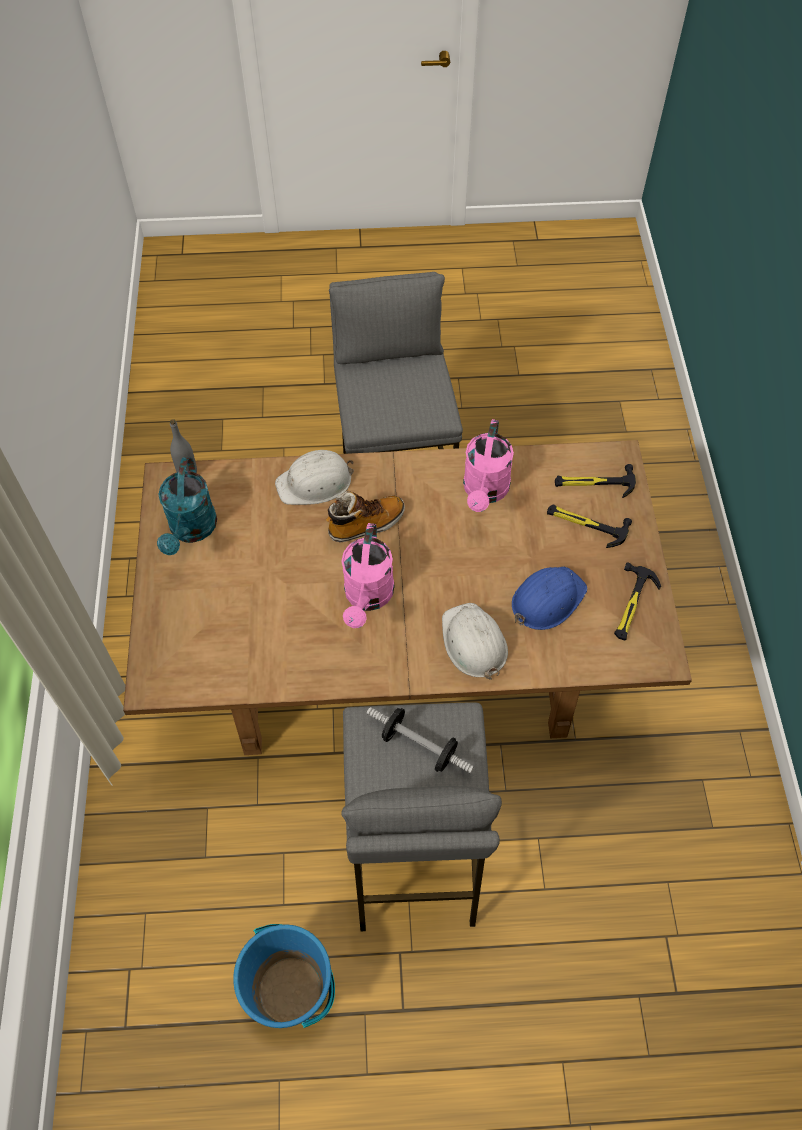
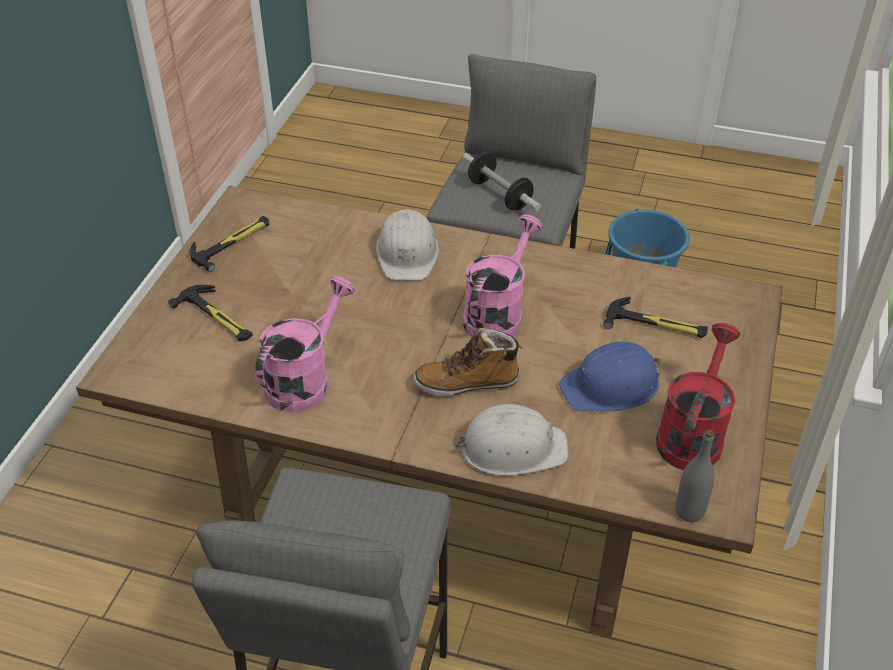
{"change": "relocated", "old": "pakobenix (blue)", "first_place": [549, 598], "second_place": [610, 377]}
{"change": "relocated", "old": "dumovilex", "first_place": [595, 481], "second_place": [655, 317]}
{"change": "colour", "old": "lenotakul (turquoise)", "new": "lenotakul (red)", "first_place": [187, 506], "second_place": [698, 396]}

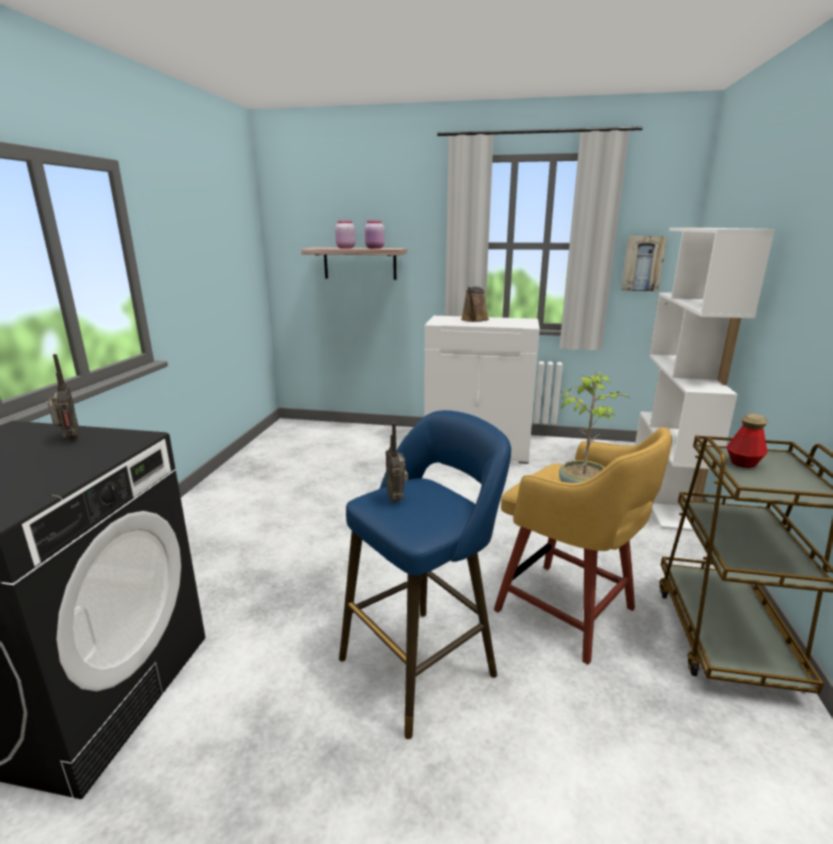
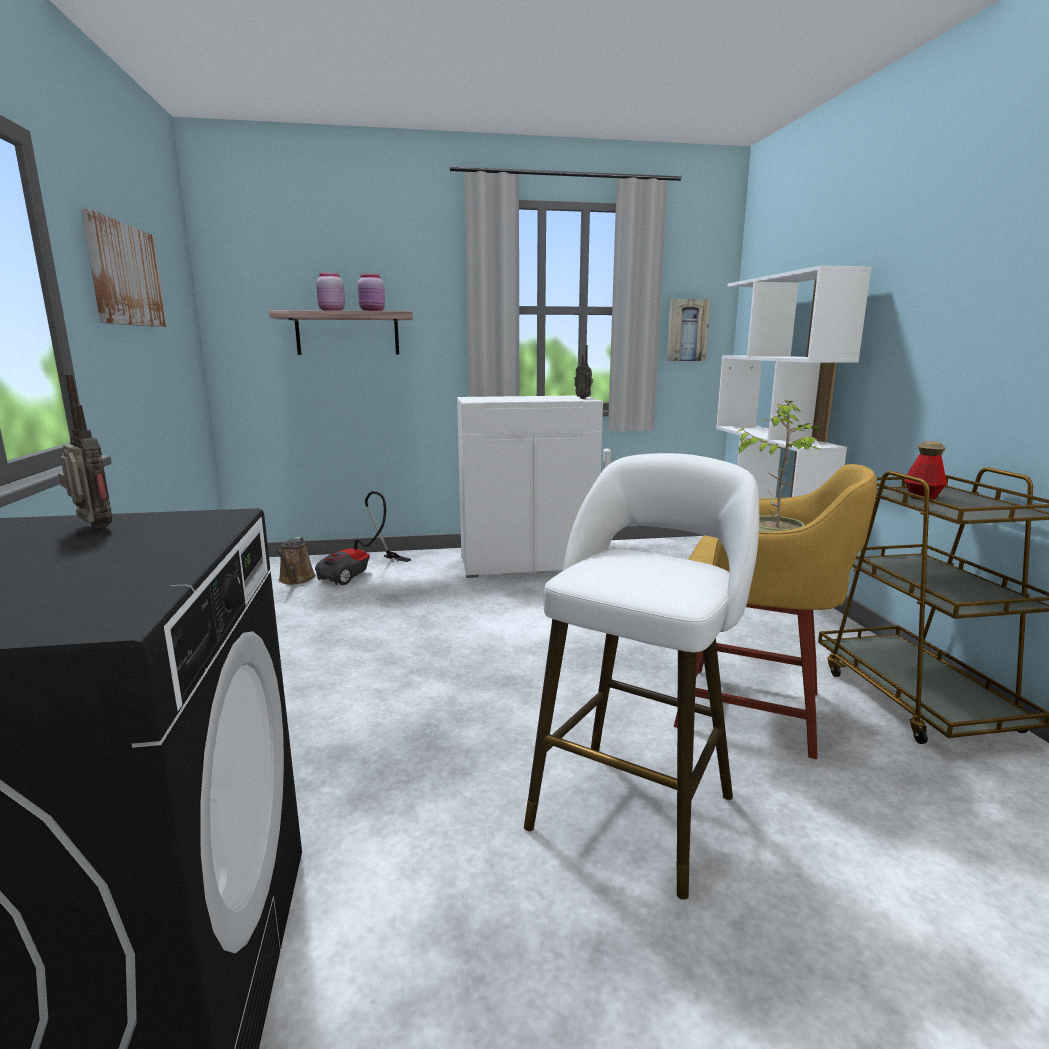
{"change": "appeared", "new": "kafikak", "second_place": [124, 268]}
{"change": "relocated", "old": "lenotakul (brown)", "first_place": [475, 304], "second_place": [296, 560]}
{"change": "appeared", "new": "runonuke", "second_place": [363, 538]}
{"change": "colour", "old": "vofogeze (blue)", "new": "vofogeze (white)", "first_place": [425, 574], "second_place": [641, 676]}
{"change": "relocated", "old": "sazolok", "first_place": [397, 462], "second_place": [583, 372]}

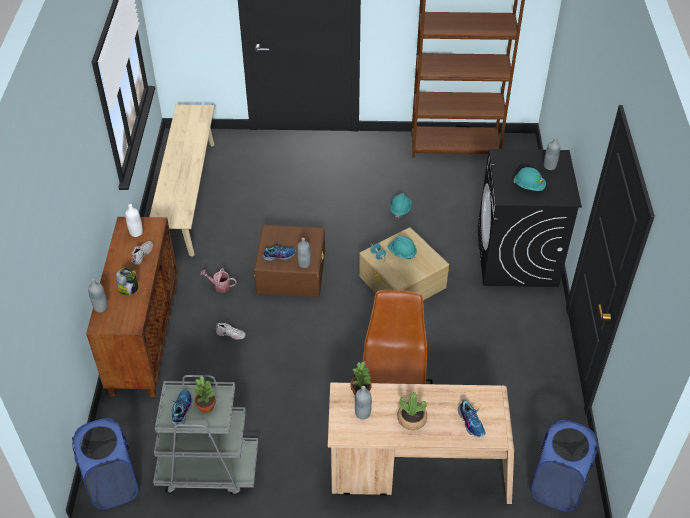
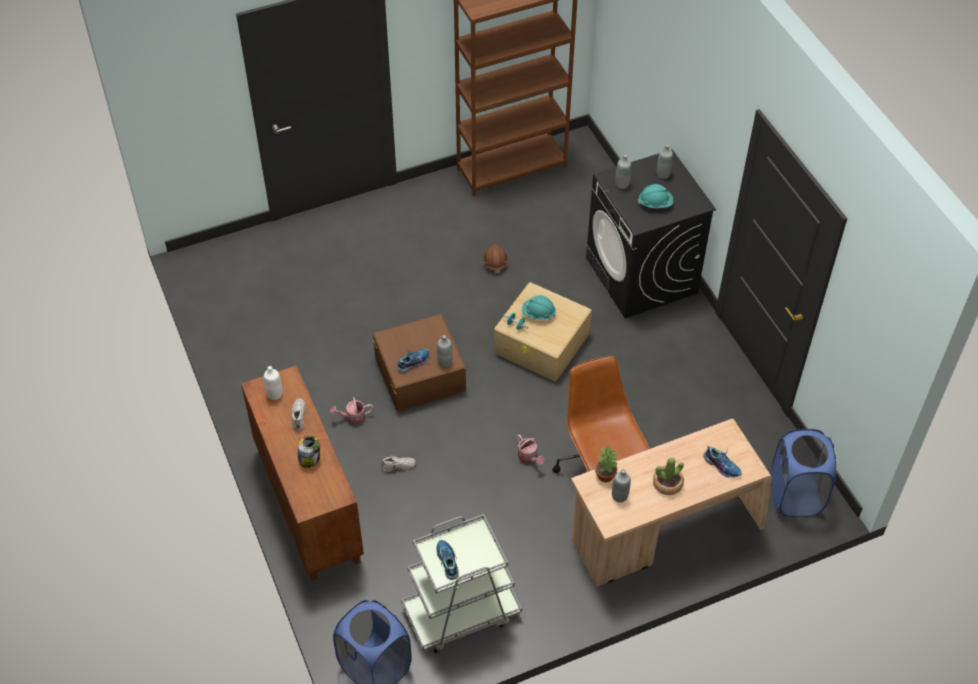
{"change": "colour", "old": "pakobenix (turquoise)", "new": "pakobenix (brown)", "first_place": [401, 206], "second_place": [495, 259]}
{"change": "appeared", "new": "lenotakul", "second_place": [530, 450]}
{"change": "relocated", "old": "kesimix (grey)", "first_place": [98, 295], "second_place": [623, 171]}
{"change": "missing", "old": "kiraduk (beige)", "first_place": [181, 181]}
{"change": "missing", "old": "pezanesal", "first_place": [204, 394]}

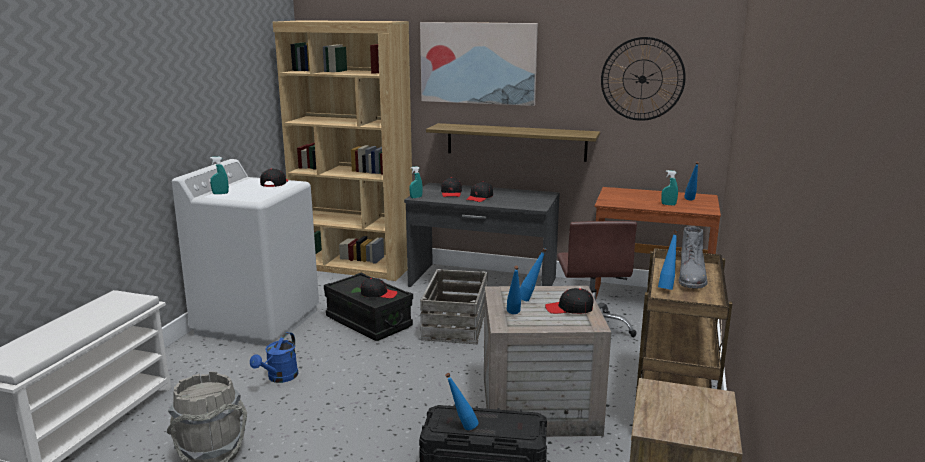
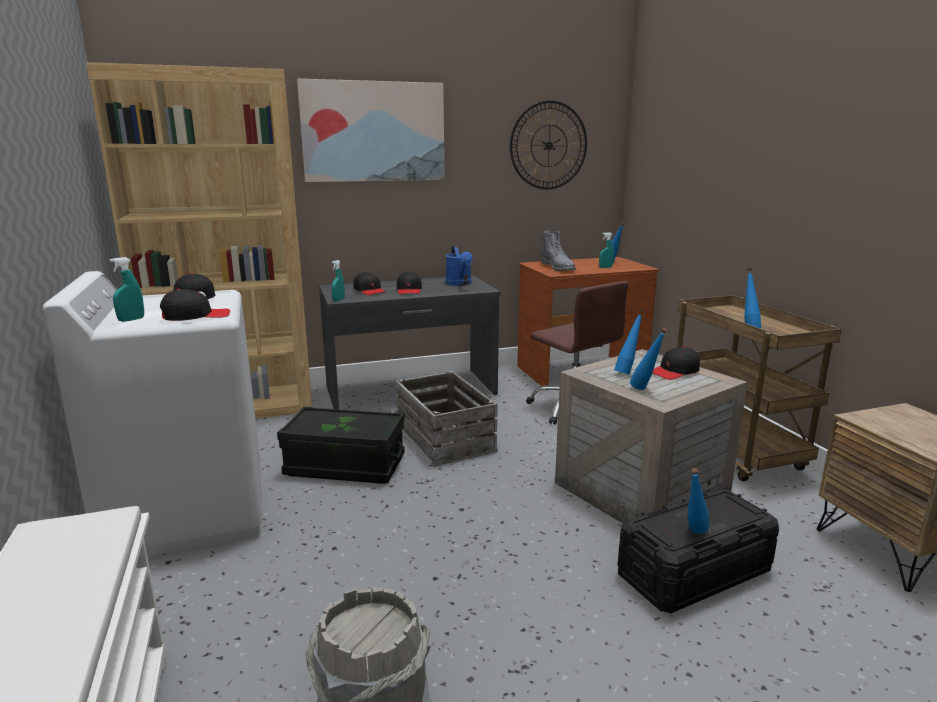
{"change": "relocated", "old": "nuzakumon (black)", "first_place": [379, 288], "second_place": [195, 305]}
{"change": "relocated", "old": "lenotakul (blue)", "first_place": [274, 357], "second_place": [459, 266]}
{"change": "relocated", "old": "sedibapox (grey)", "first_place": [693, 257], "second_place": [558, 251]}
{"change": "missing", "old": "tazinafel", "first_place": [513, 142]}

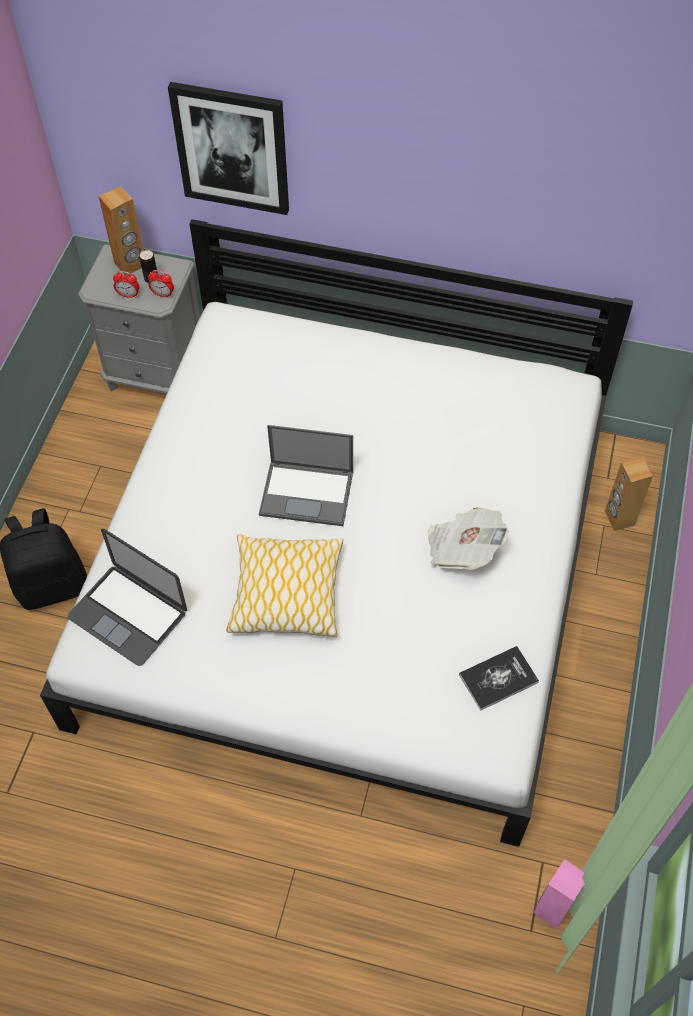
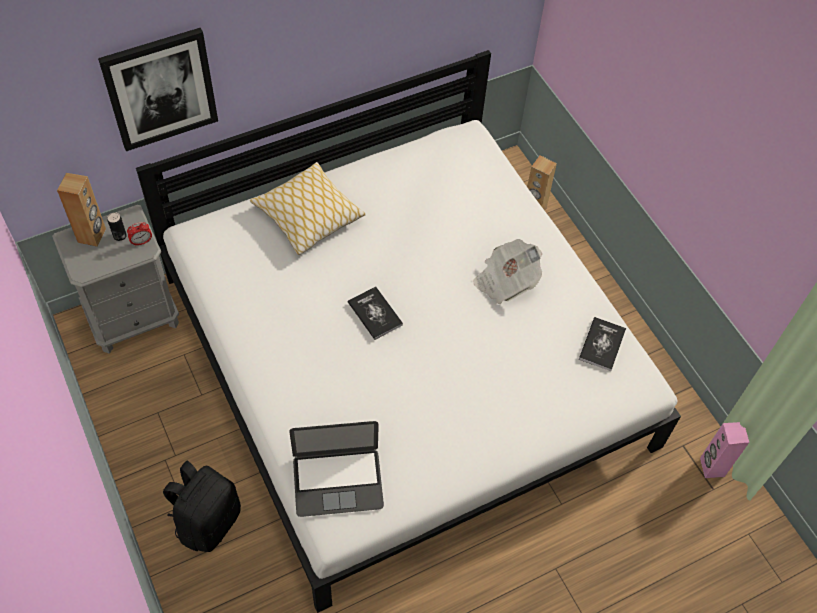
{"change": "relocated", "old": "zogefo", "first_place": [284, 586], "second_place": [308, 208]}
{"change": "exchanged", "old": "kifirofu", "new": "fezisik", "first_place": [306, 475], "second_place": [375, 313]}
{"change": "missing", "old": "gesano", "first_place": [126, 284]}

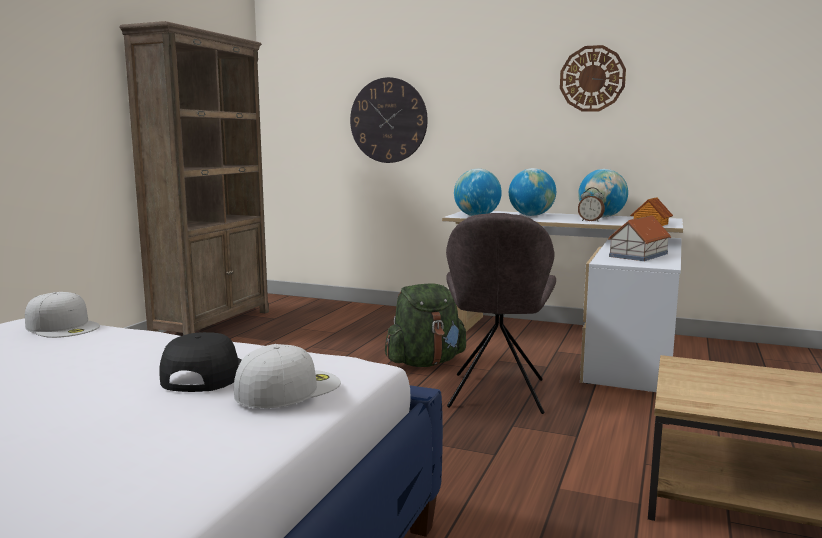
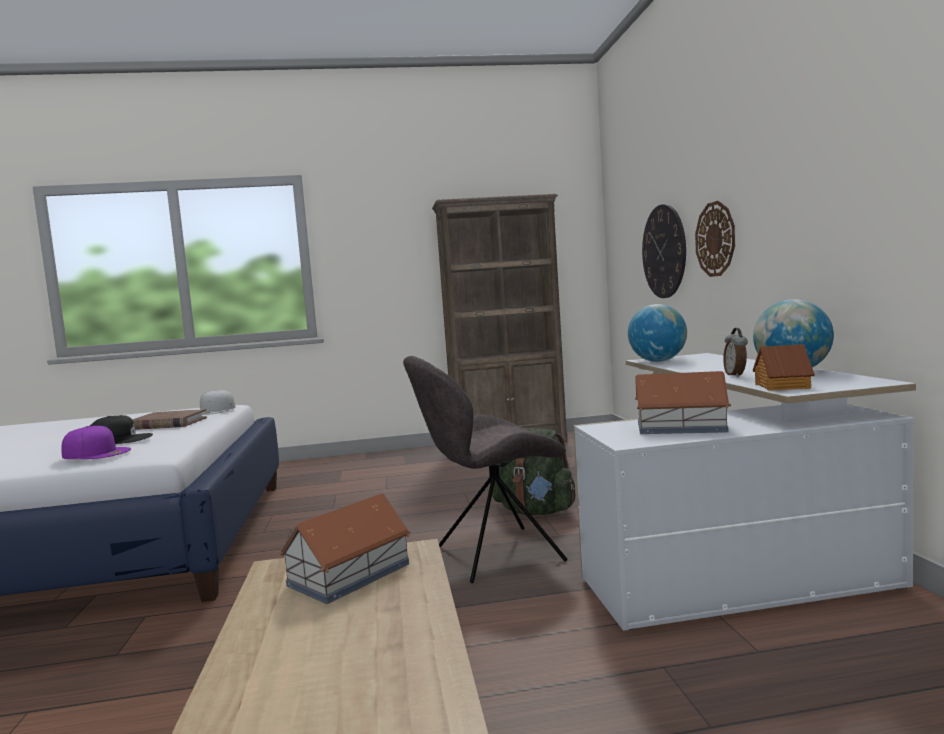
{"change": "colour", "old": "nuzakumon (white)", "new": "nuzakumon (purple)", "first_place": [287, 376], "second_place": [96, 442]}
{"change": "appeared", "new": "fezisik (brown)", "second_place": [169, 419]}
{"change": "appeared", "new": "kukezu", "second_place": [345, 549]}
{"change": "relocated", "old": "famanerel", "first_place": [593, 78], "second_place": [715, 239]}
{"change": "missing", "old": "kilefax", "first_place": [532, 192]}

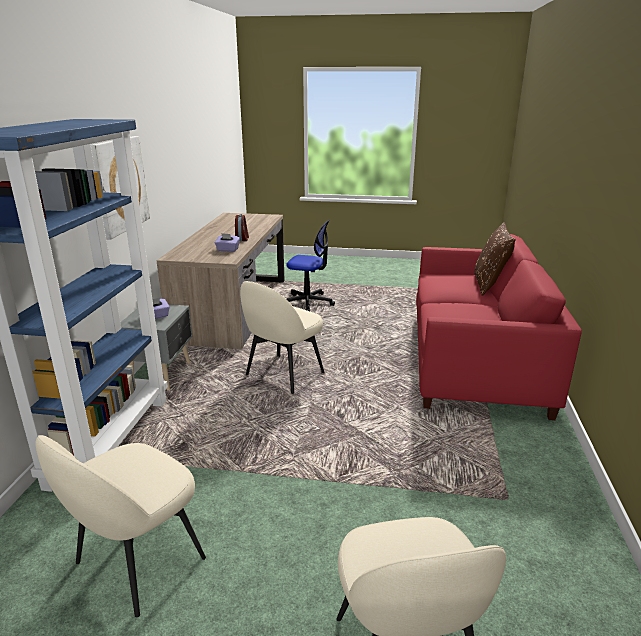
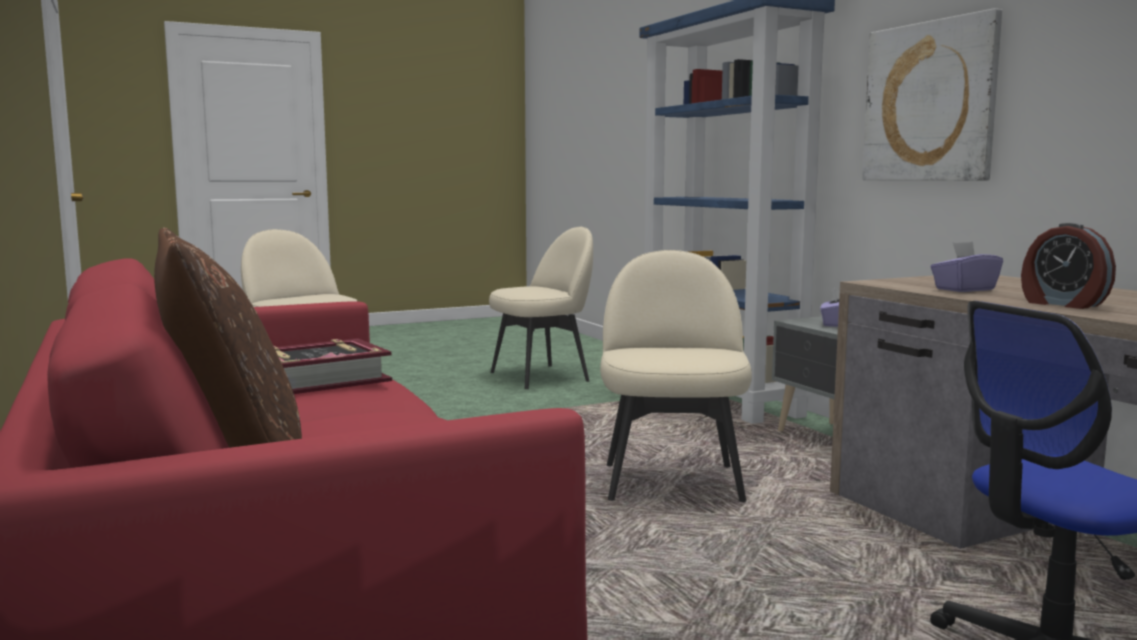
{"change": "appeared", "new": "fezisik", "second_place": [333, 366]}
{"change": "spun", "old": "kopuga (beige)", "first_place": [120, 526], "second_place": [541, 308], "degrees": 60}

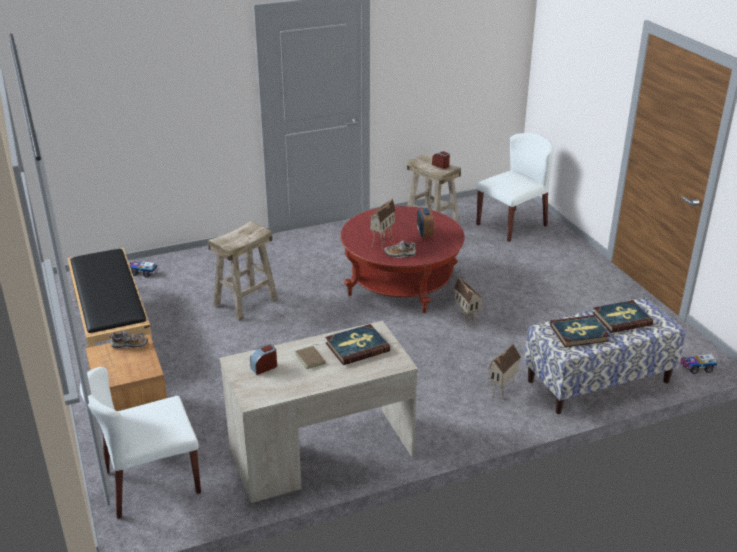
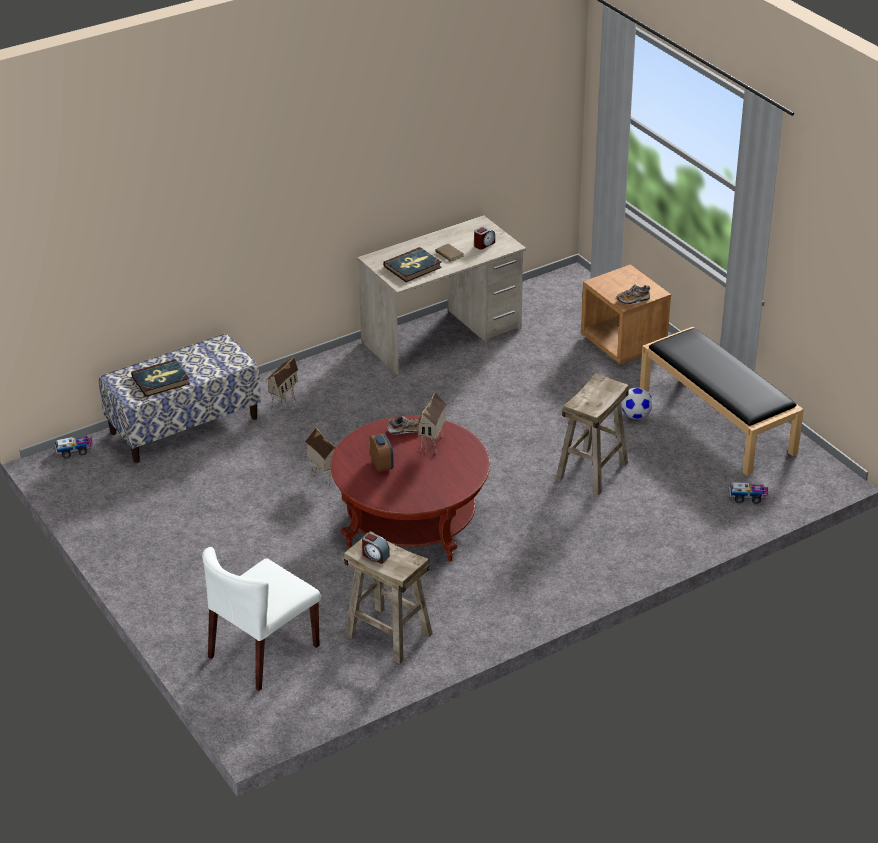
{"change": "appeared", "new": "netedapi", "second_place": [637, 403]}
{"change": "missing", "old": "kopuga (white)", "first_place": [140, 443]}
{"change": "missing", "old": "fezisik", "first_place": [579, 331]}

